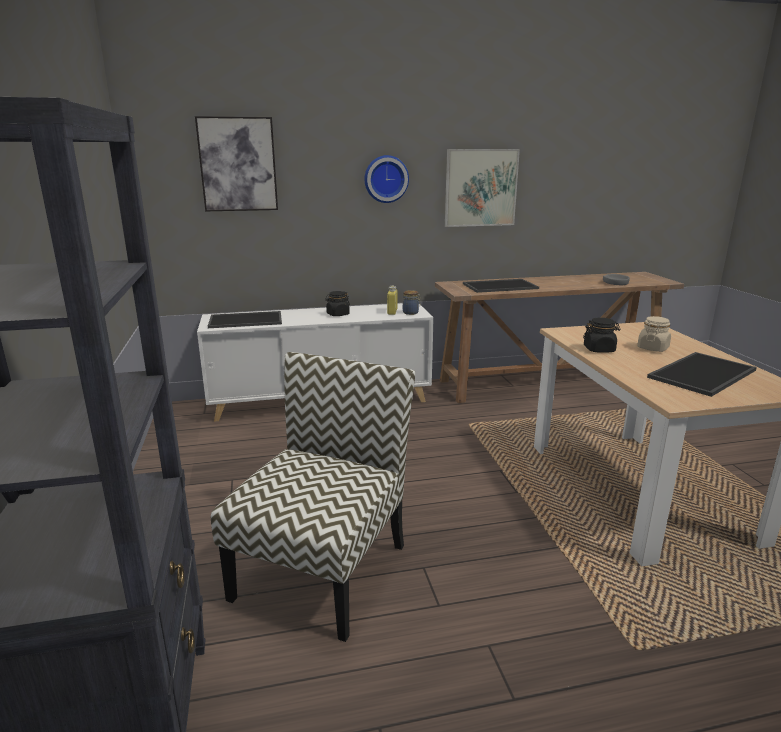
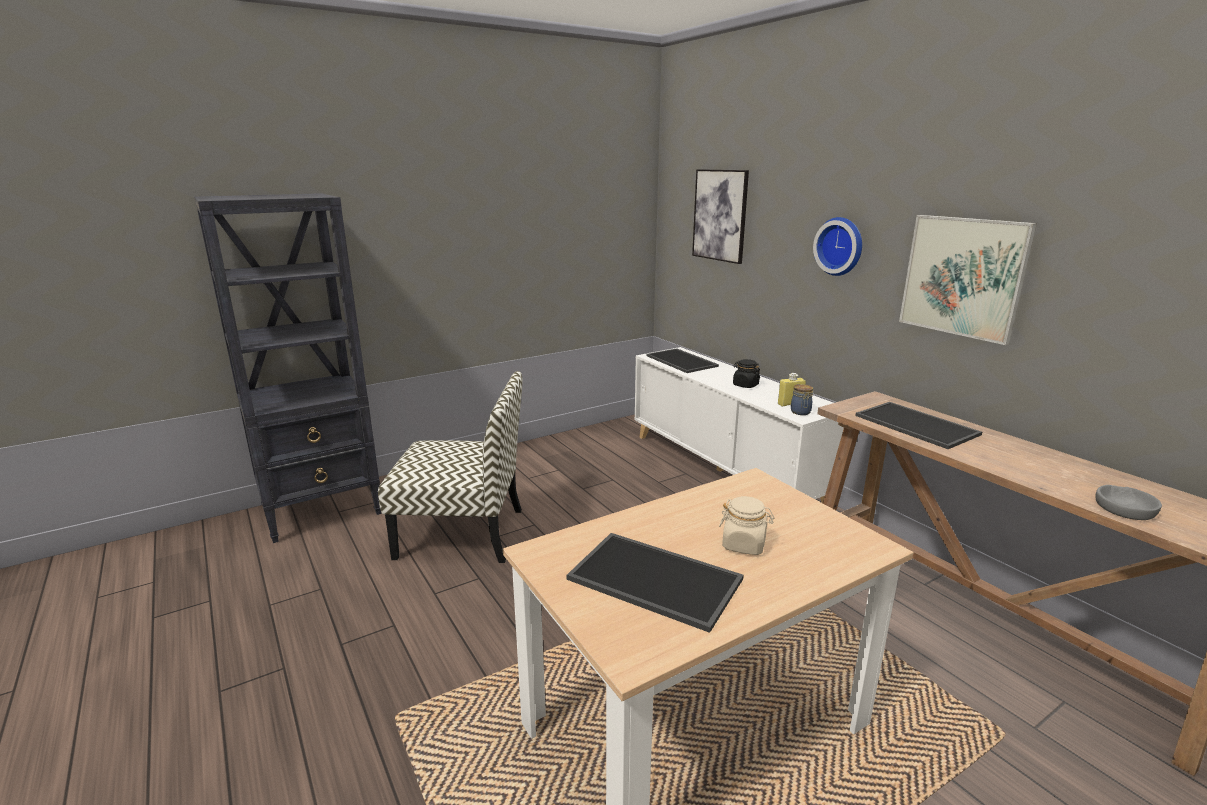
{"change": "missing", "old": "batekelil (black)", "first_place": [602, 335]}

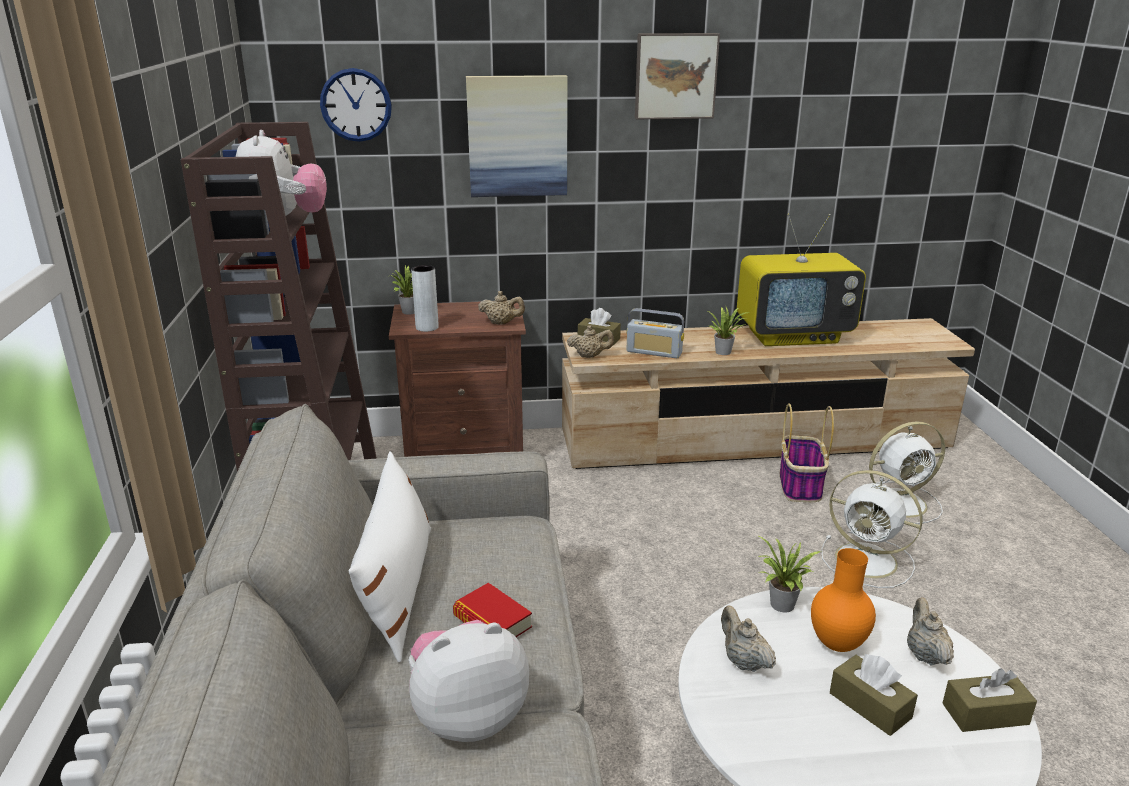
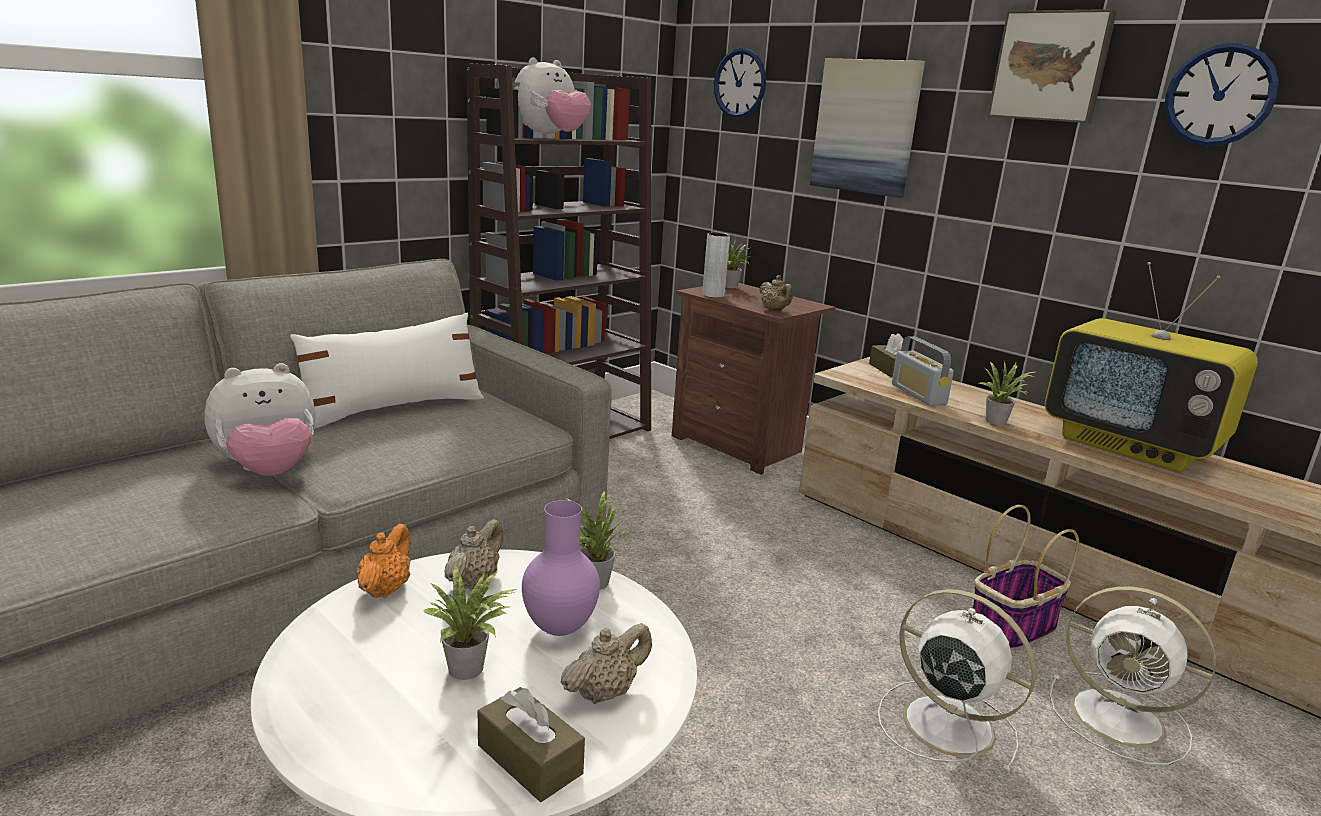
{"change": "spun", "old": "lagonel", "first_place": [469, 681], "second_place": [259, 419], "degrees": 120}
{"change": "appeared", "new": "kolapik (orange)", "second_place": [384, 561]}
{"change": "exchanged", "old": "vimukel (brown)", "new": "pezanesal", "first_place": [874, 695], "second_place": [470, 623]}
{"change": "colour", "old": "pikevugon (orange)", "new": "pikevugon (purple)", "first_place": [843, 600], "second_place": [561, 568]}
{"change": "spun", "old": "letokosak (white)", "first_place": [872, 529], "second_place": [957, 681], "degrees": 135}
{"change": "appeared", "new": "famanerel", "second_place": [1221, 94]}
{"change": "missing", "old": "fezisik", "first_place": [492, 610]}
{"change": "missing", "old": "kolapik (beige)", "first_place": [590, 341]}

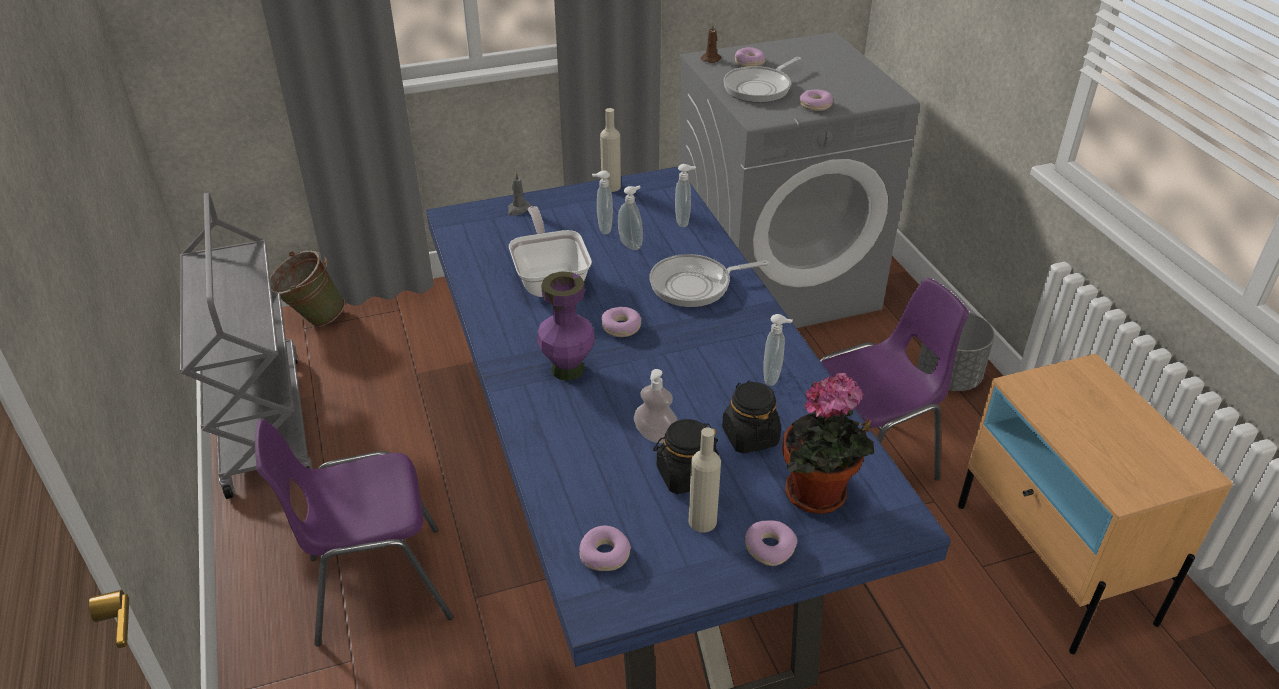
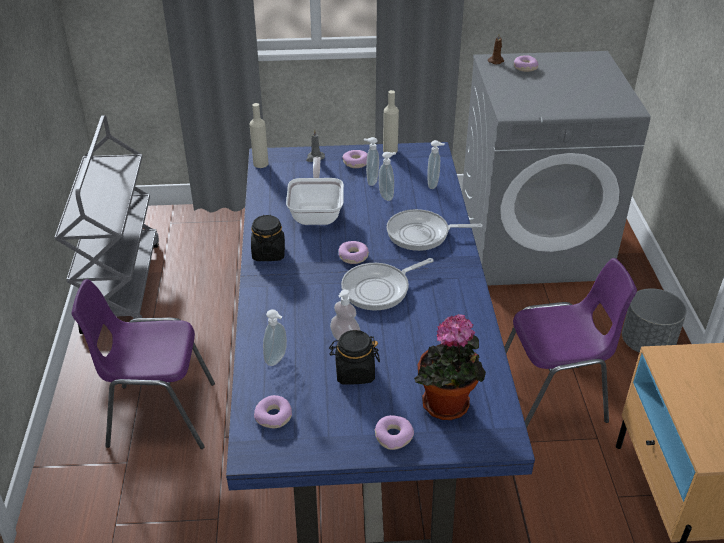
{"change": "relocated", "old": "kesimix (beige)", "first_place": [704, 480], "second_place": [259, 135]}
{"change": "relocated", "old": "batekelil (black)", "first_place": [751, 417], "second_place": [268, 238]}
{"change": "relocated", "old": "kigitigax", "first_place": [778, 350], "second_place": [275, 337]}
{"change": "relocated", "old": "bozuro", "first_place": [762, 80], "second_place": [387, 284]}
{"change": "relocated", "old": "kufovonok", "first_place": [816, 100], "second_place": [354, 159]}
{"change": "missing", "old": "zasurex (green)", "first_place": [307, 289]}
{"change": "missing", "old": "pikevugon (purple)", "first_place": [566, 326]}

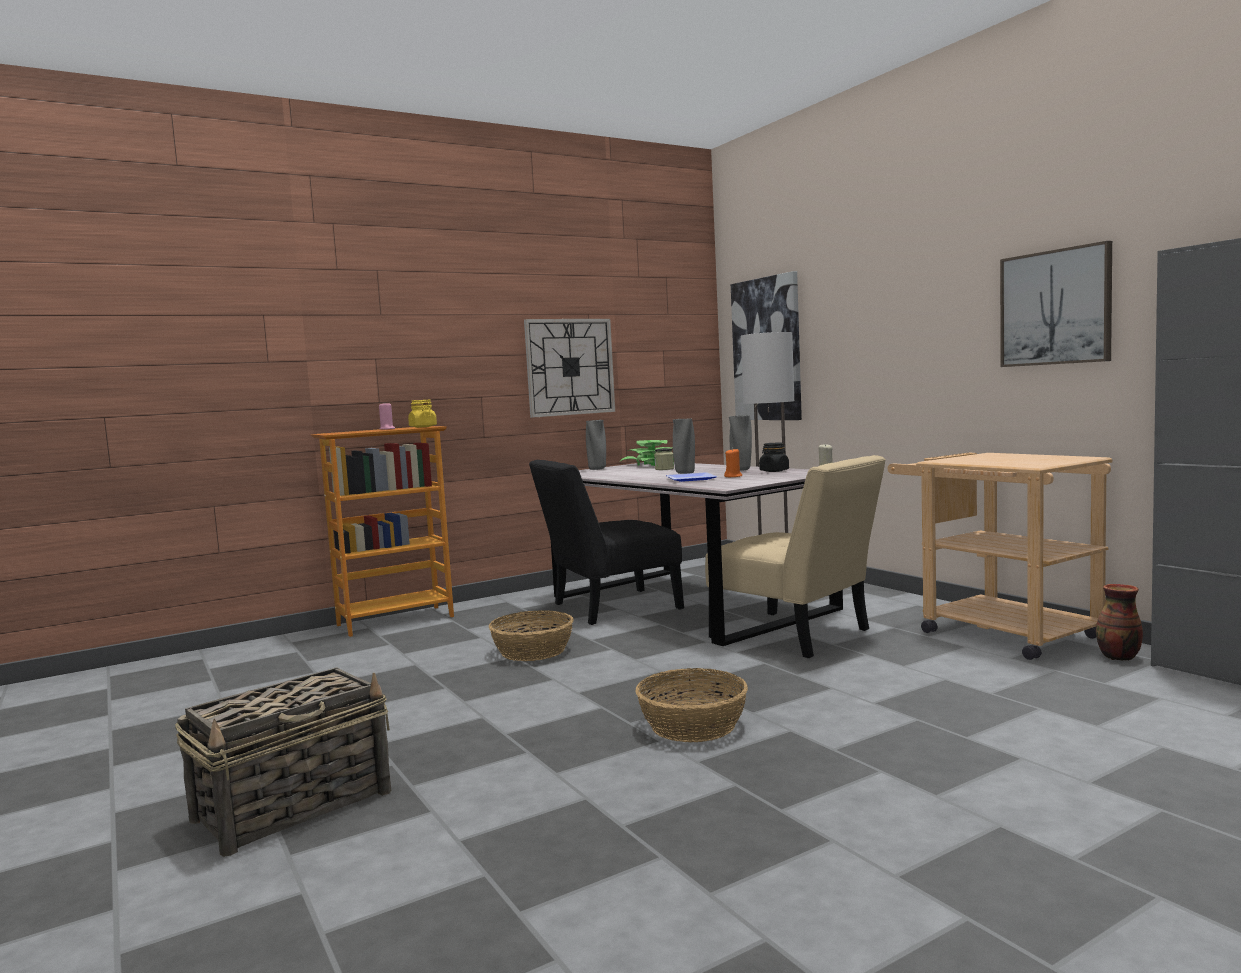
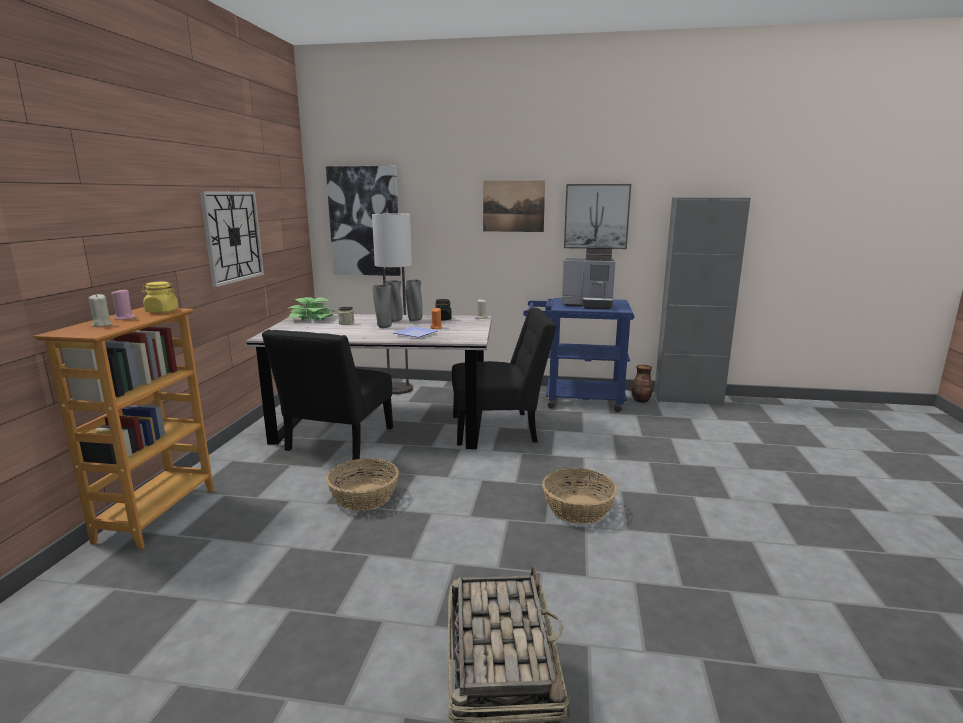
{"change": "appeared", "new": "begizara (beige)", "second_place": [100, 310]}
{"change": "relocated", "old": "pikevugon (grey)", "first_place": [596, 445], "second_place": [393, 301]}
{"change": "colour", "old": "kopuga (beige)", "new": "kopuga (black)", "first_place": [795, 556], "second_place": [504, 377]}
{"change": "appeared", "new": "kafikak", "second_place": [514, 206]}
{"change": "colour", "old": "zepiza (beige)", "new": "zepiza (blue)", "first_place": [1000, 556], "second_place": [578, 355]}
{"change": "appeared", "new": "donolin", "second_place": [589, 277]}

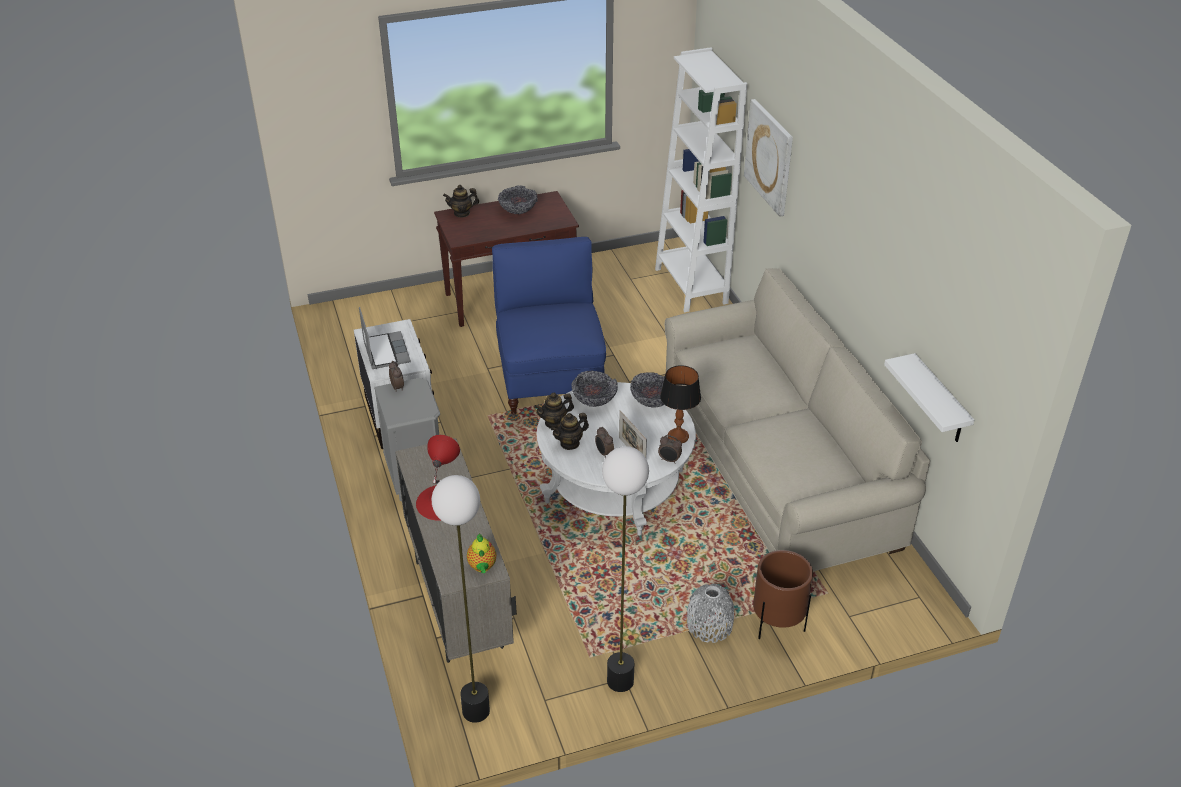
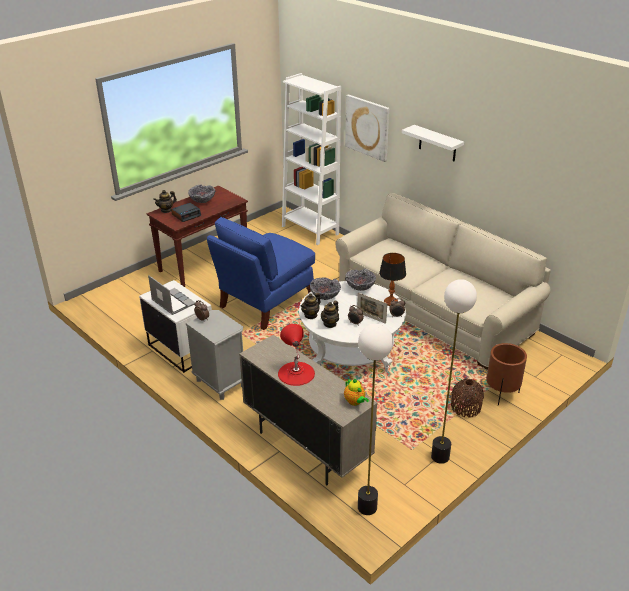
{"change": "appeared", "new": "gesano", "second_place": [186, 212]}
{"change": "spun", "old": "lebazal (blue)", "first_place": [549, 327], "second_place": [261, 273], "degrees": -105}
{"change": "relocated", "old": "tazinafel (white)", "first_place": [929, 397], "second_place": [433, 143]}
{"change": "colour", "old": "pikevugon (grey)", "new": "pikevugon (brown)", "first_place": [710, 613], "second_place": [467, 398]}

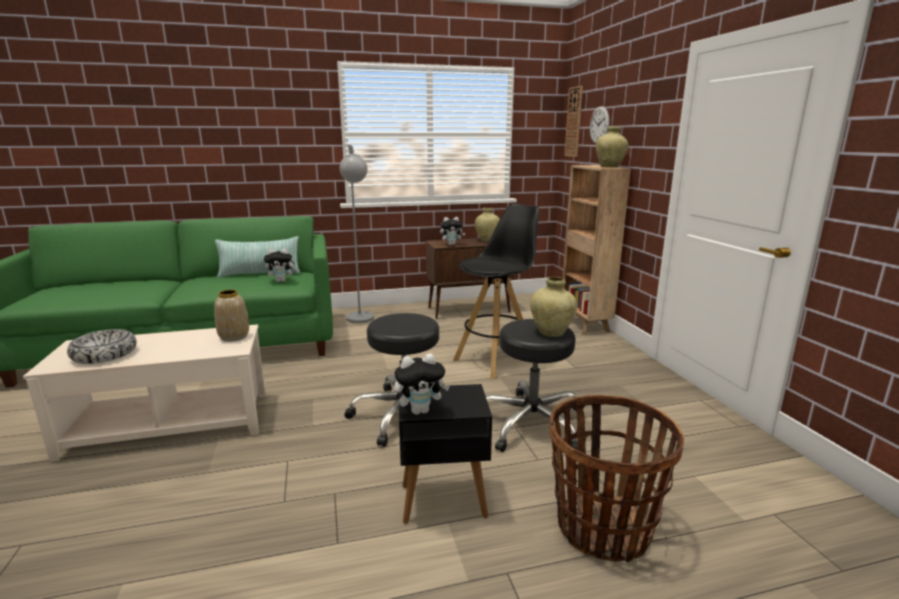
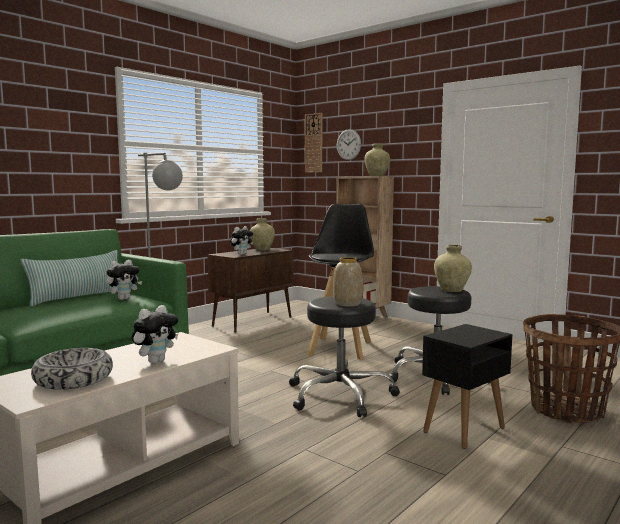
{"change": "relocated", "old": "lagonel", "first_place": [422, 384], "second_place": [155, 334]}
{"change": "relocated", "old": "pikevugon", "first_place": [231, 315], "second_place": [348, 282]}

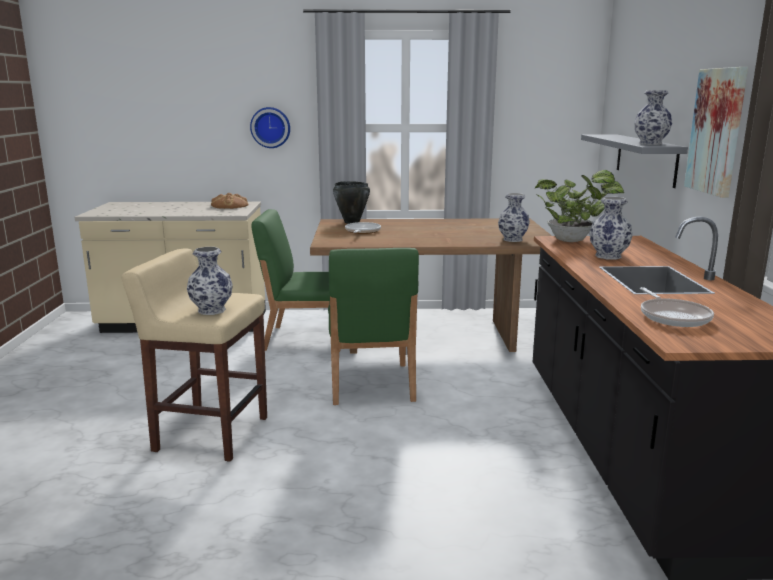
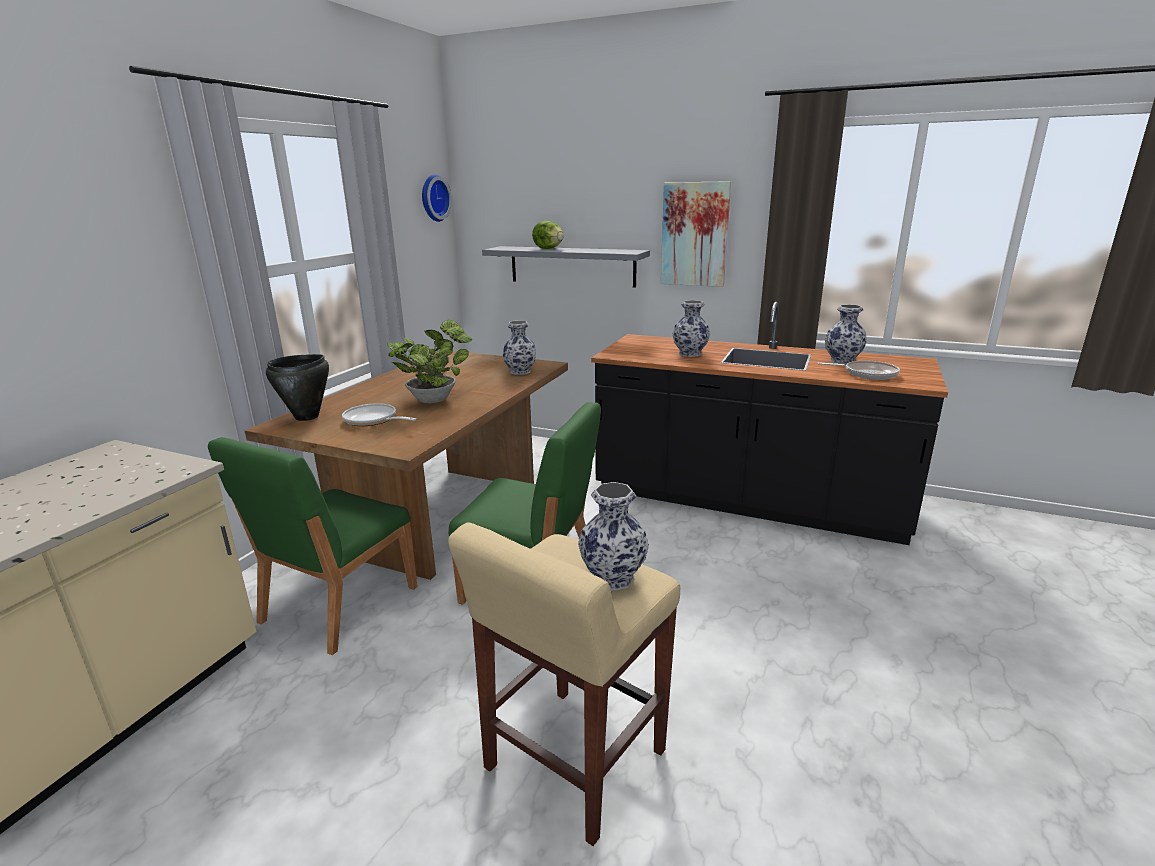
{"change": "relocated", "old": "pezanesal", "first_place": [579, 206], "second_place": [430, 362]}
{"change": "relocated", "old": "famanerel", "first_place": [270, 127], "second_place": [437, 198]}
{"change": "appeared", "new": "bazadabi", "second_place": [547, 234]}
{"change": "relocated", "old": "pikevugon", "first_place": [653, 117], "second_place": [846, 334]}
{"change": "missing", "old": "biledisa", "first_place": [229, 201]}

